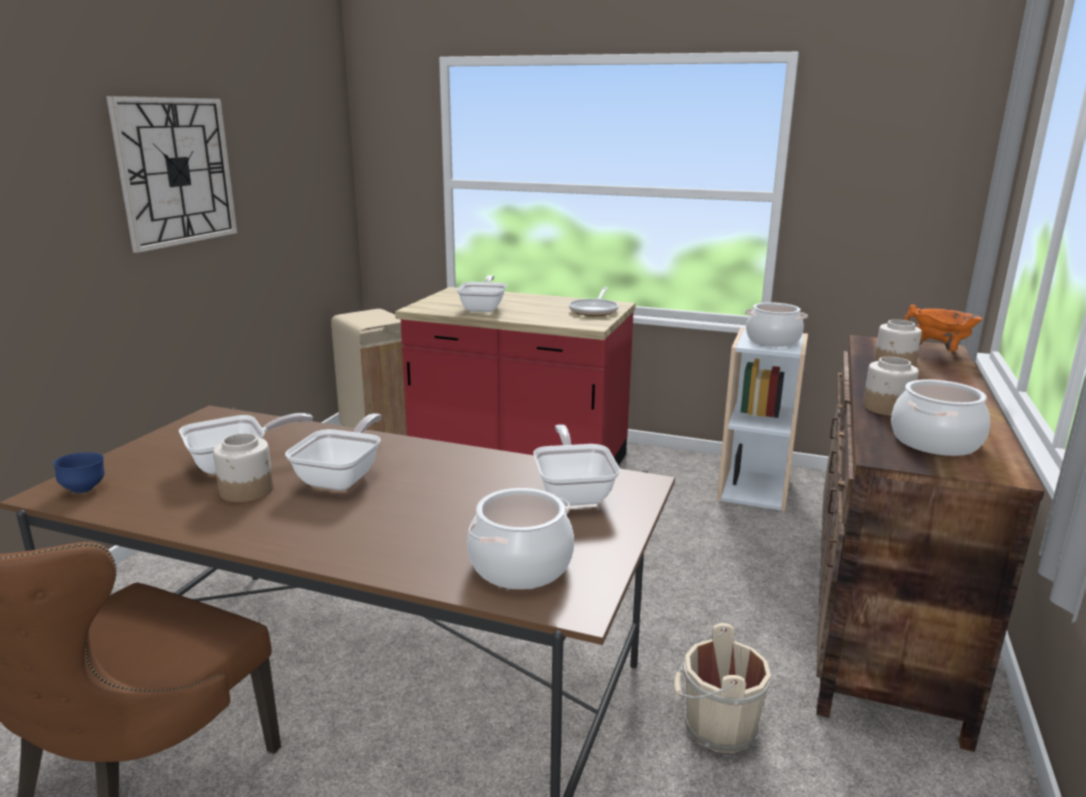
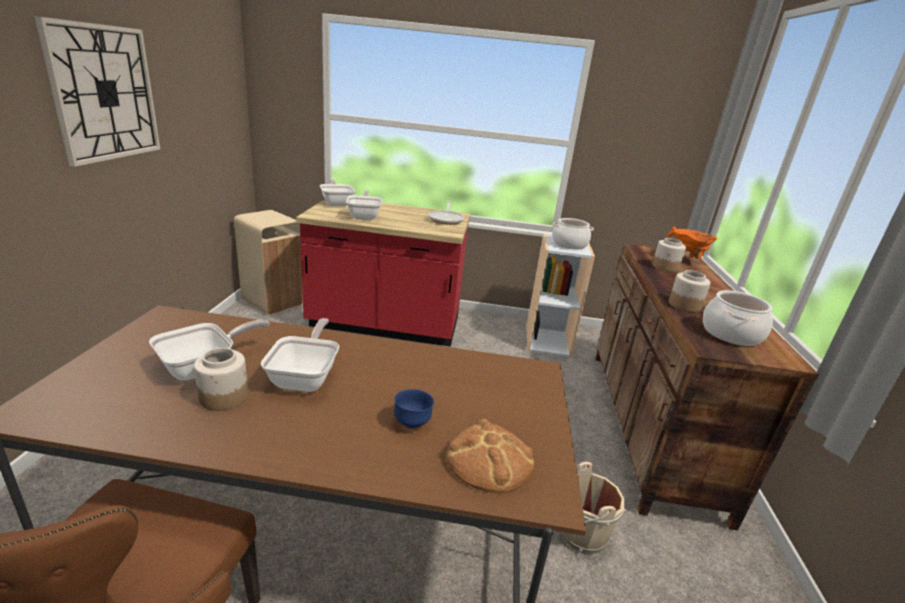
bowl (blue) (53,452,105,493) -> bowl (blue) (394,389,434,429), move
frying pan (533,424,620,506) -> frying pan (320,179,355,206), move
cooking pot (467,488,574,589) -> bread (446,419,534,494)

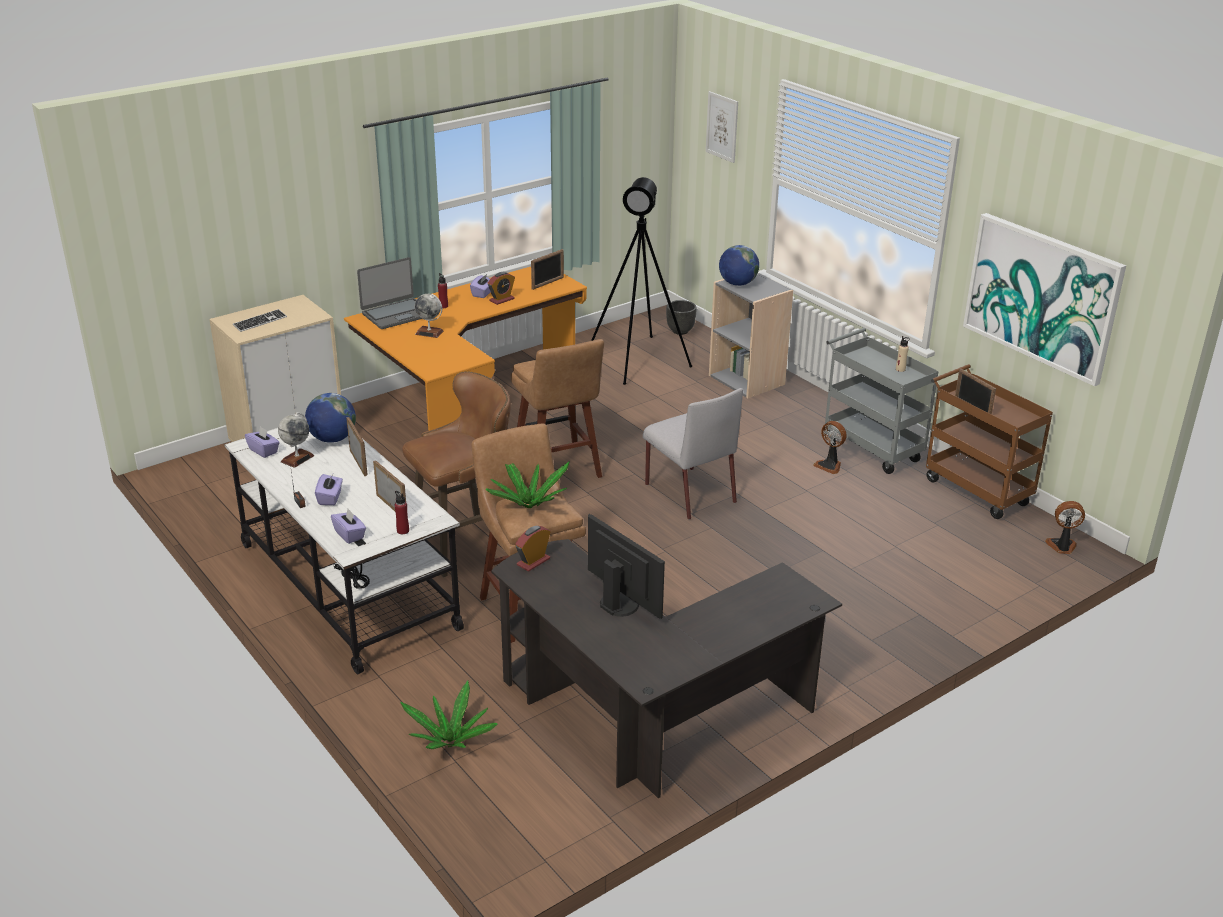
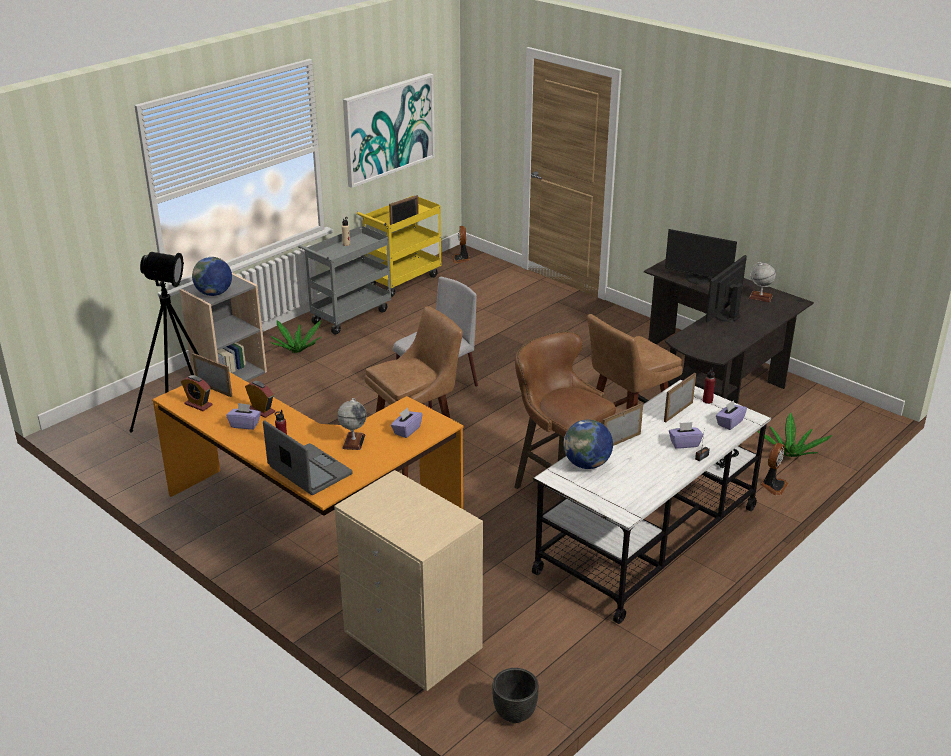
keyboard (233,309,287,332) -> none
picture (706,91,738,163) -> none
none -> monitor (665,229,737,284)
tissue box (purple) (245,426,280,458) -> tissue box (purple) (391,407,423,438), move
globe (278,412,314,468) -> globe (749,262,776,302), move
potted plant (485,462,569,508) -> potted plant (269,320,321,353), move
alarm clock (515,526,551,572) -> alarm clock (181,375,212,411), move
planter (black) (666,300,697,335) -> planter (black) (492,668,539,723), move
fan (813,421,847,474) -> fan (760,443,788,495), move
cart (brown) (926,364,1053,519) -> cart (yellow) (357,196,441,297)

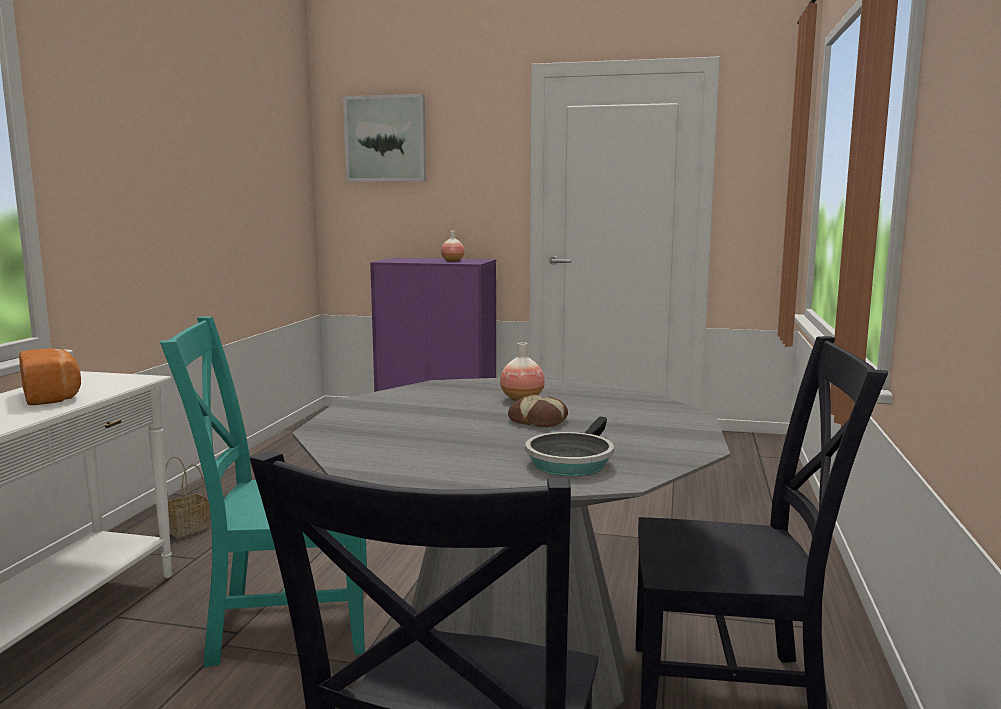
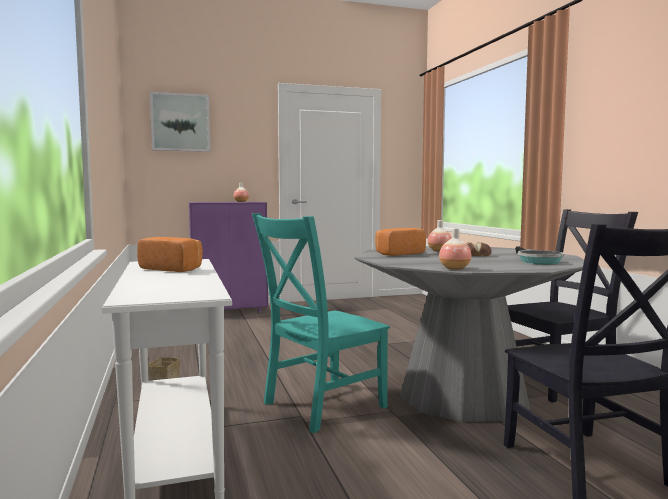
none -> bread (375,228,426,256)
none -> vase (439,228,471,270)

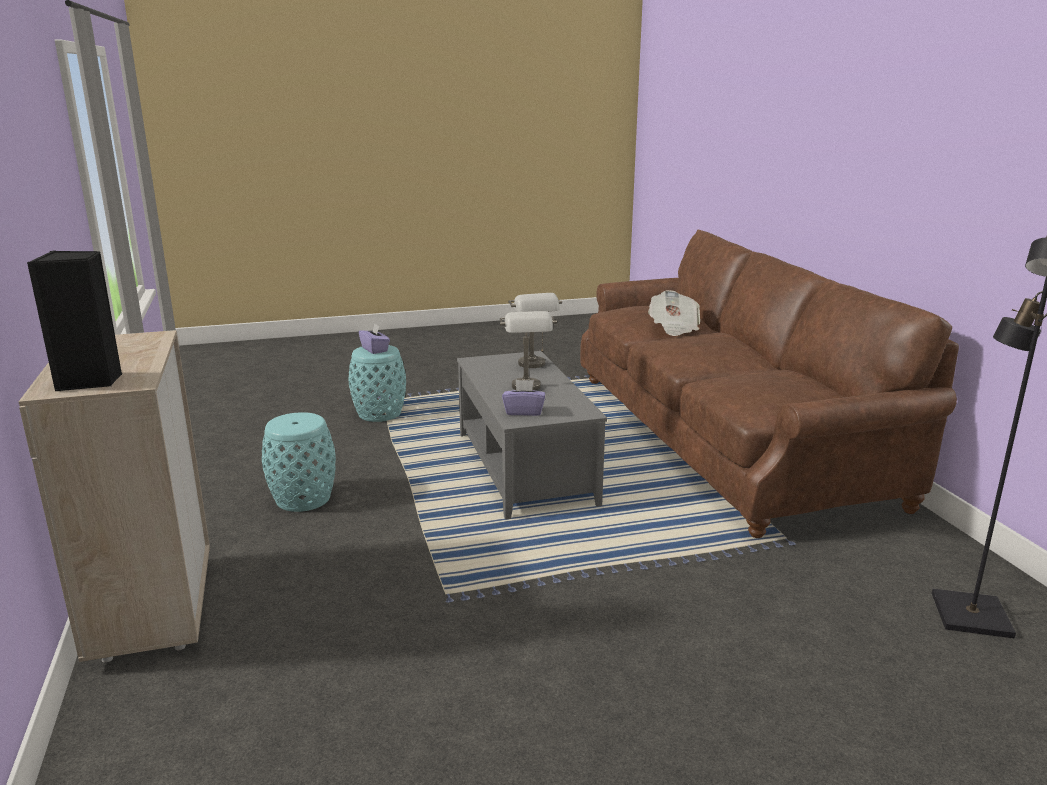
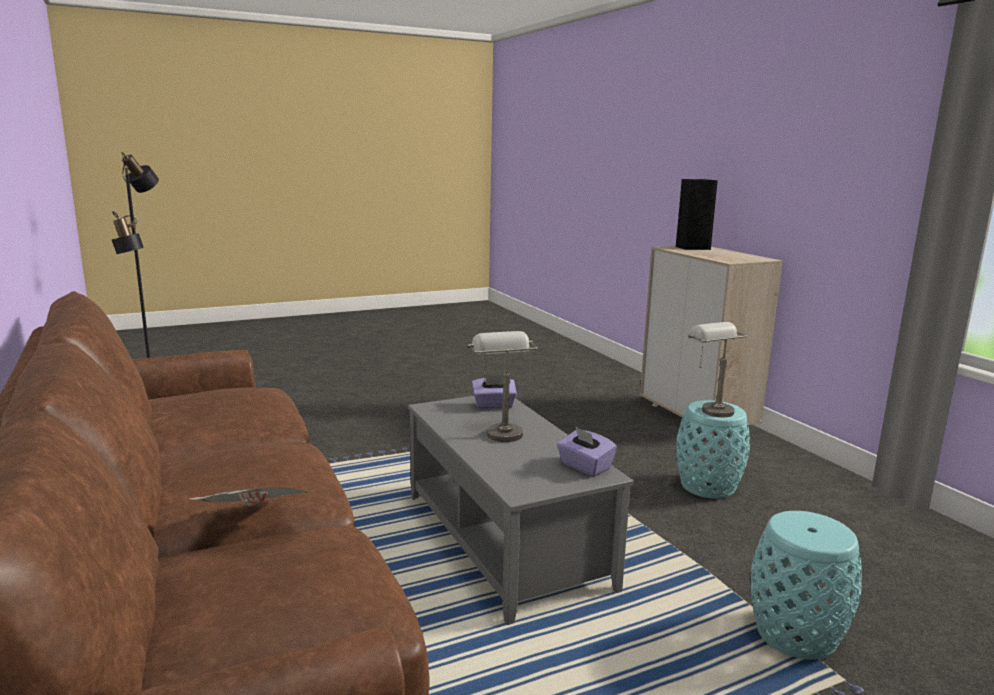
tissue box (purple) (359,324,390,354) -> tissue box (purple) (557,426,617,476), move
table lamp (grey) (508,293,562,368) -> table lamp (grey) (687,322,747,417), move

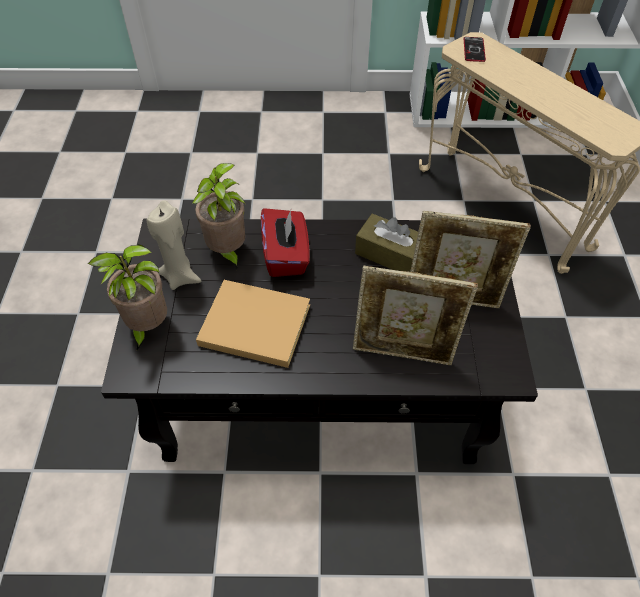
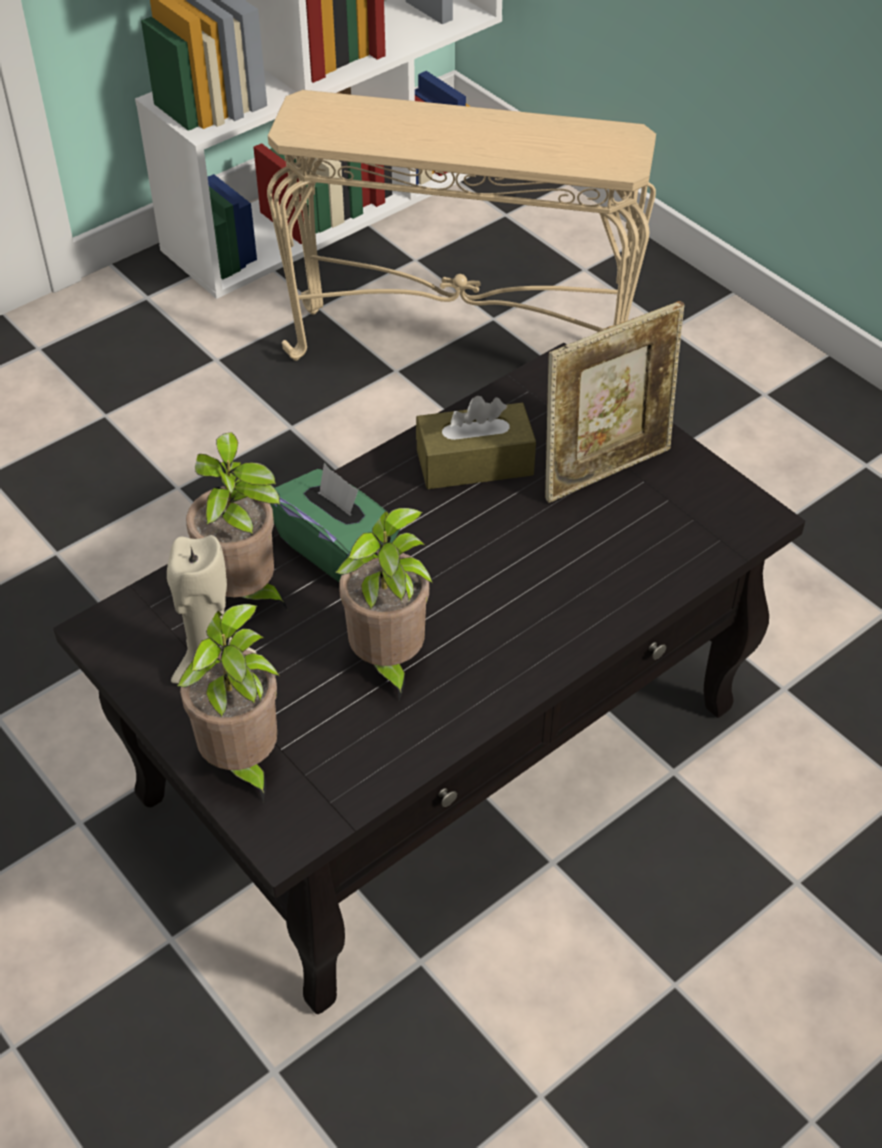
picture frame (353,265,478,365) -> none
phone (464,37,486,62) -> none
book (beige) (196,280,310,368) -> potted plant (336,508,433,700)
tissue box (red) (261,208,310,277) -> tissue box (green) (270,463,400,583)

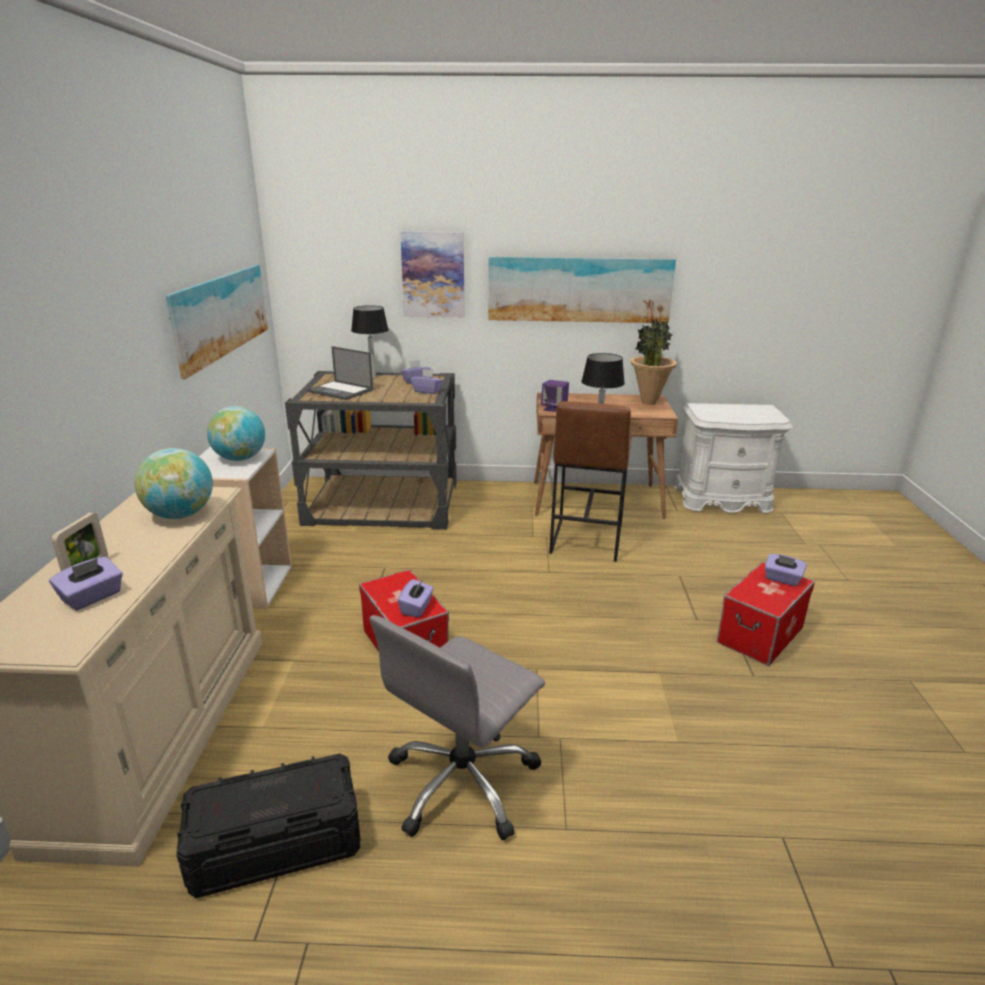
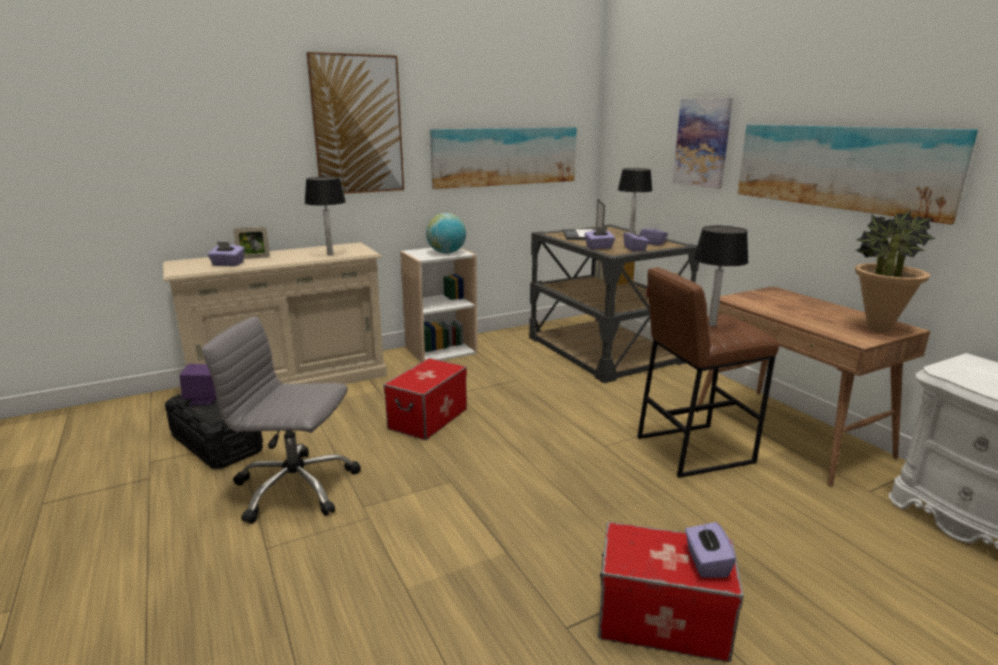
none -> picture (306,52,404,194)
tissue box (purple) (398,579,434,617) -> tissue box (purple) (585,227,615,249), move
speaker (purple) (541,380,569,412) -> speaker (purple) (180,364,217,406), move
globe (135,448,213,519) -> table lamp (304,177,346,255)

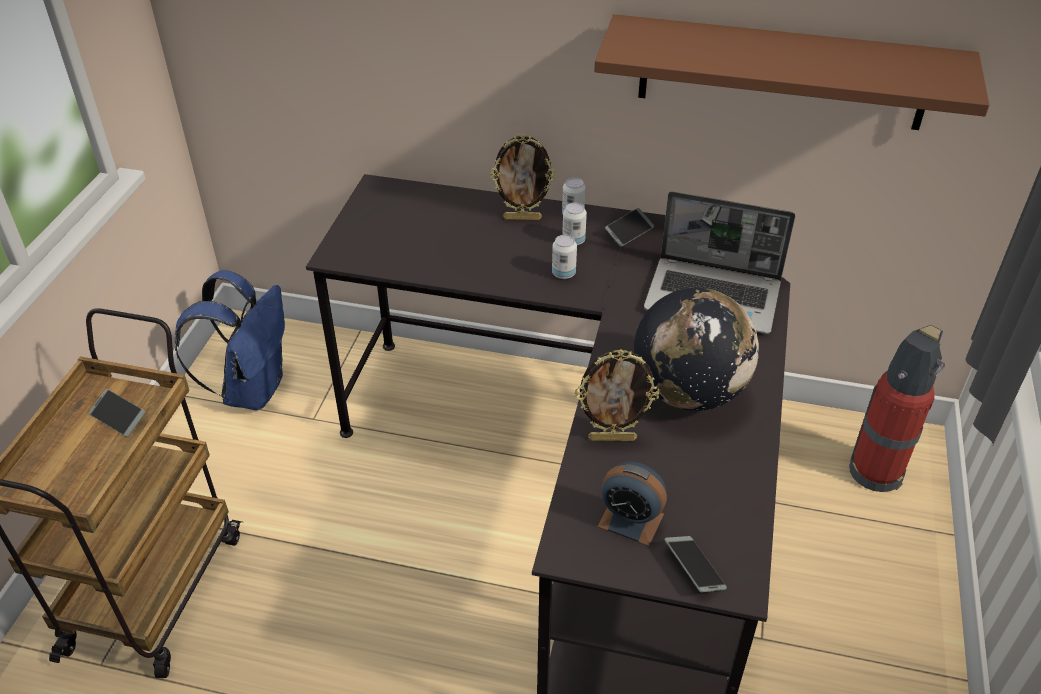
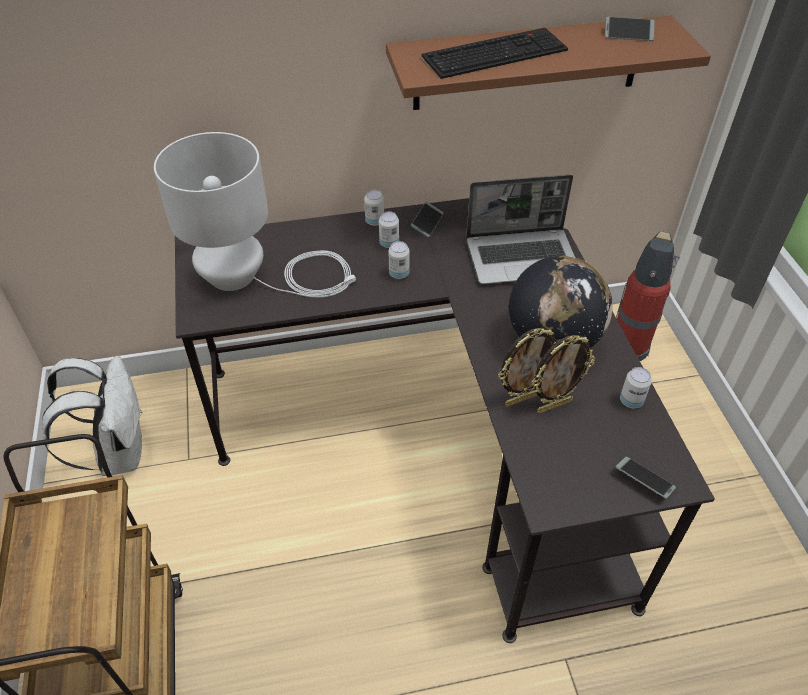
alarm clock (597,462,667,546) -> none
none -> table lamp (grey) (154,132,356,297)
none -> keyboard (421,28,568,79)
none -> can (620,367,652,408)
phone (88,389,145,437) -> phone (605,17,655,41), move
picture frame (490,134,556,220) -> picture frame (532,335,595,414), move
backpack (blue) (175,270,285,410) -> backpack (white) (42,356,143,476)

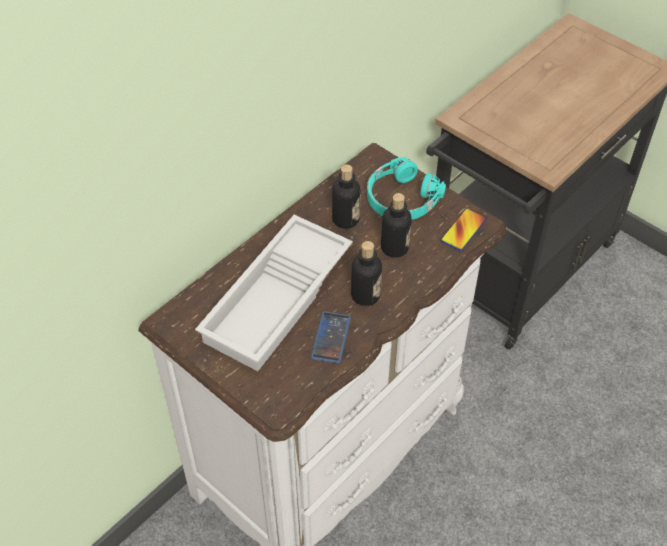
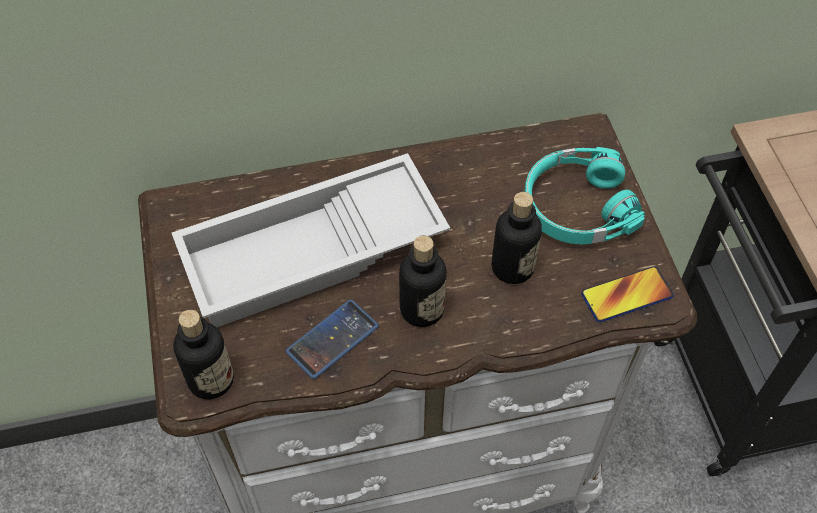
bottle (332,164,361,229) -> bottle (173,310,234,399), move

